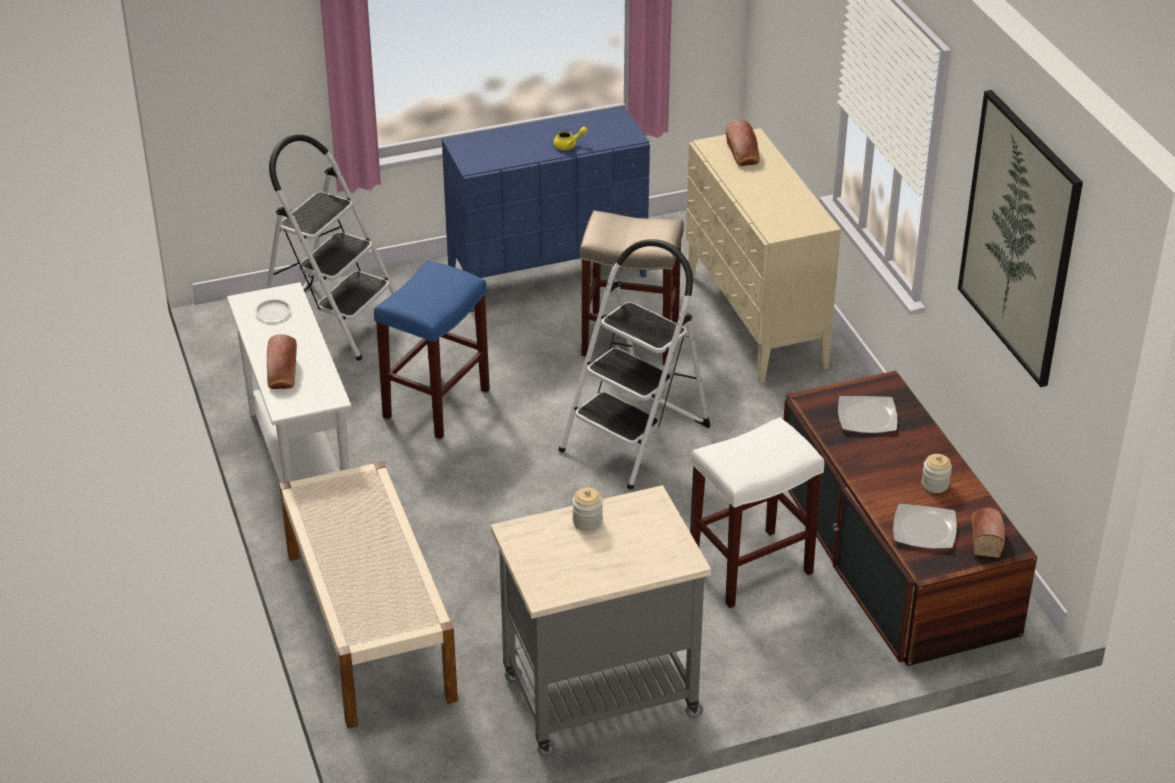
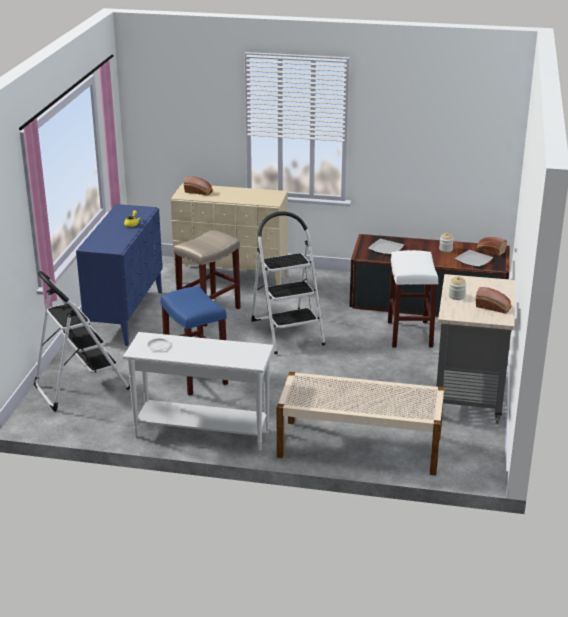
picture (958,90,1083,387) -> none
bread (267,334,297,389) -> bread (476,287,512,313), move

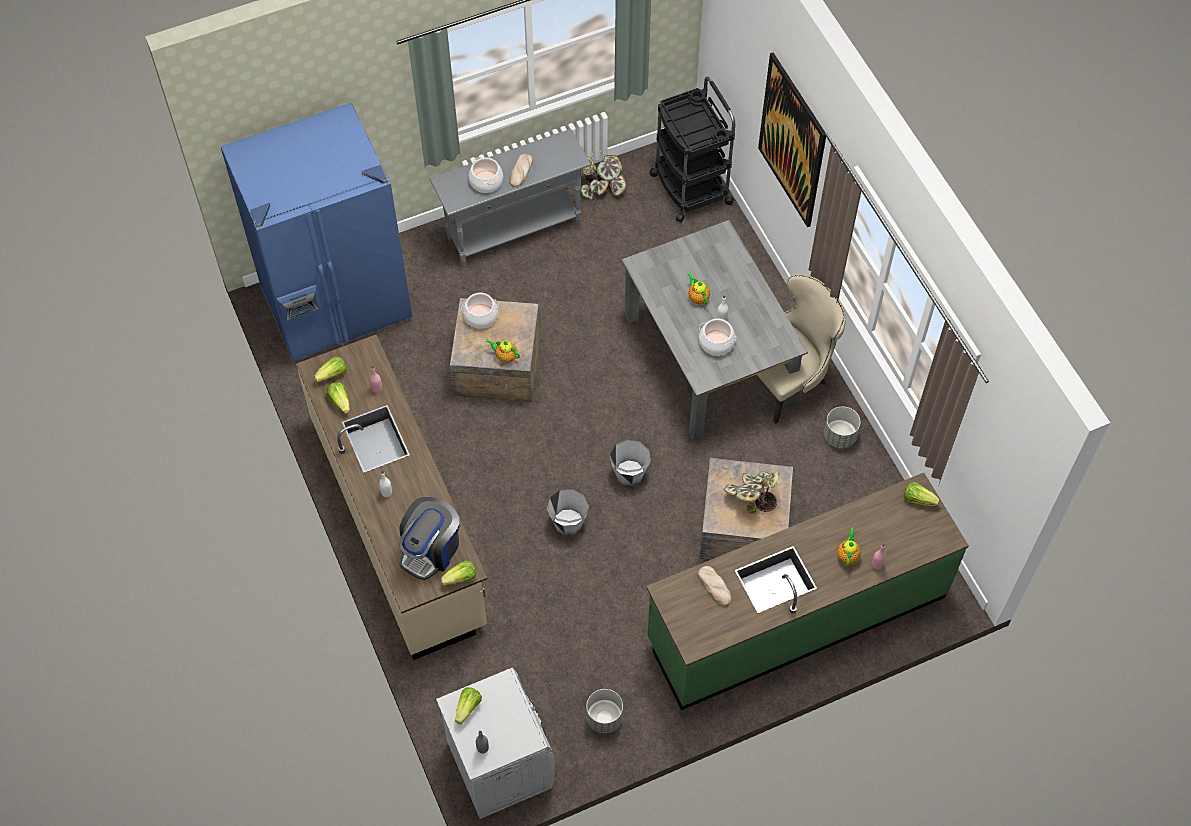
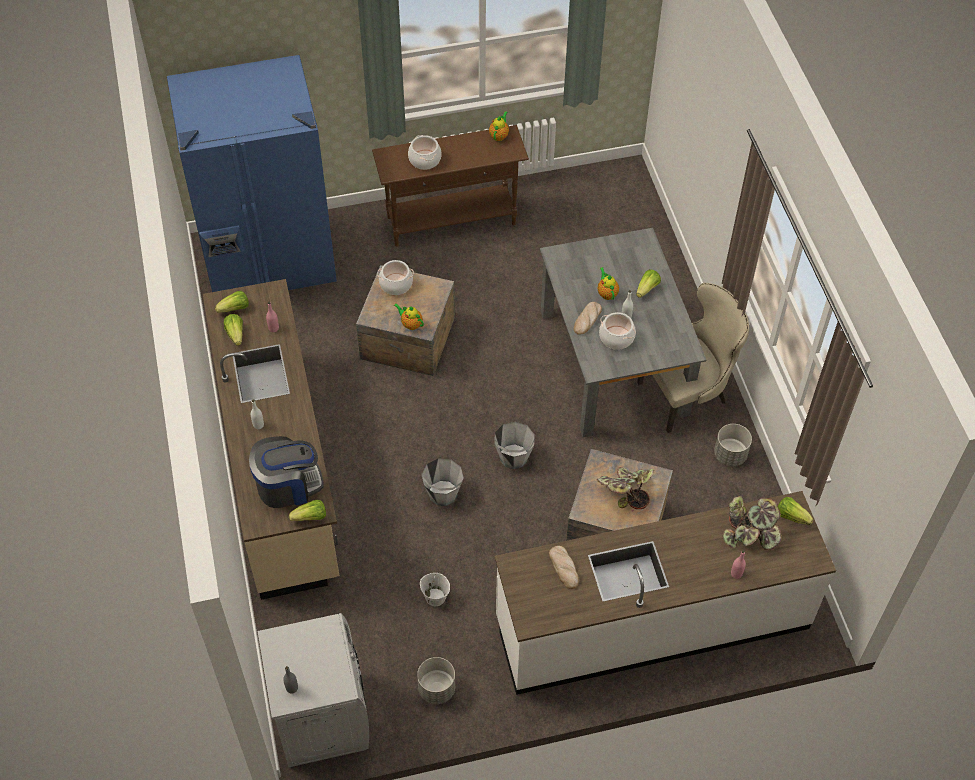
cart (black) (649,77,735,222) -> none
picture (758,53,826,227) -> none
none -> bucket (white) (420,572,450,606)
lettuce (455,687,482,724) -> lettuce (636,270,661,298), move
bread (509,154,533,187) -> bread (574,302,602,335), move
potted plant (580,155,626,199) -> potted plant (722,496,782,550), move
teapot (837,527,861,567) -> teapot (489,111,509,141), move
console table (grey) (429,129,591,268) -> console table (brown) (372,125,529,246)
counter (green) (646,473,969,710) -> counter (white) (495,491,836,695)
coffee machine (399,497,459,580) -> coffee machine (249,436,324,508), 150 degrees counterclockwise

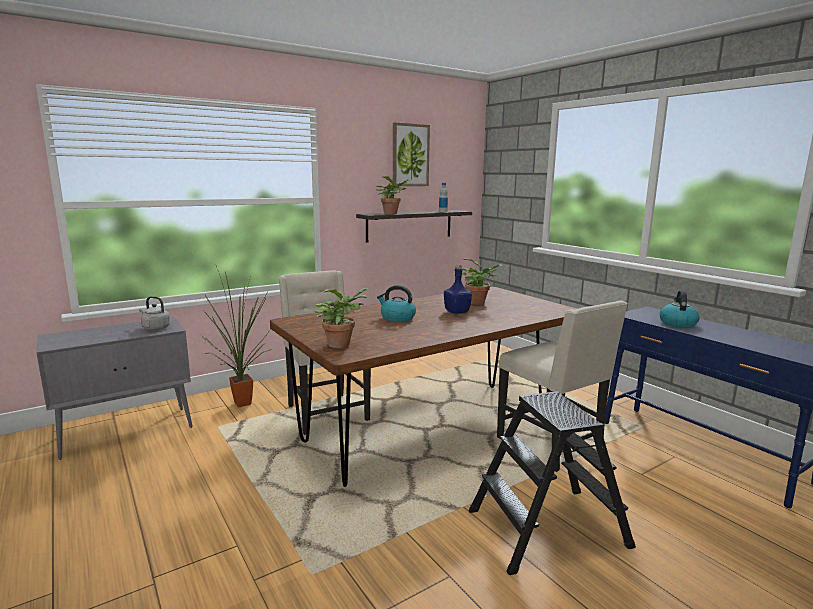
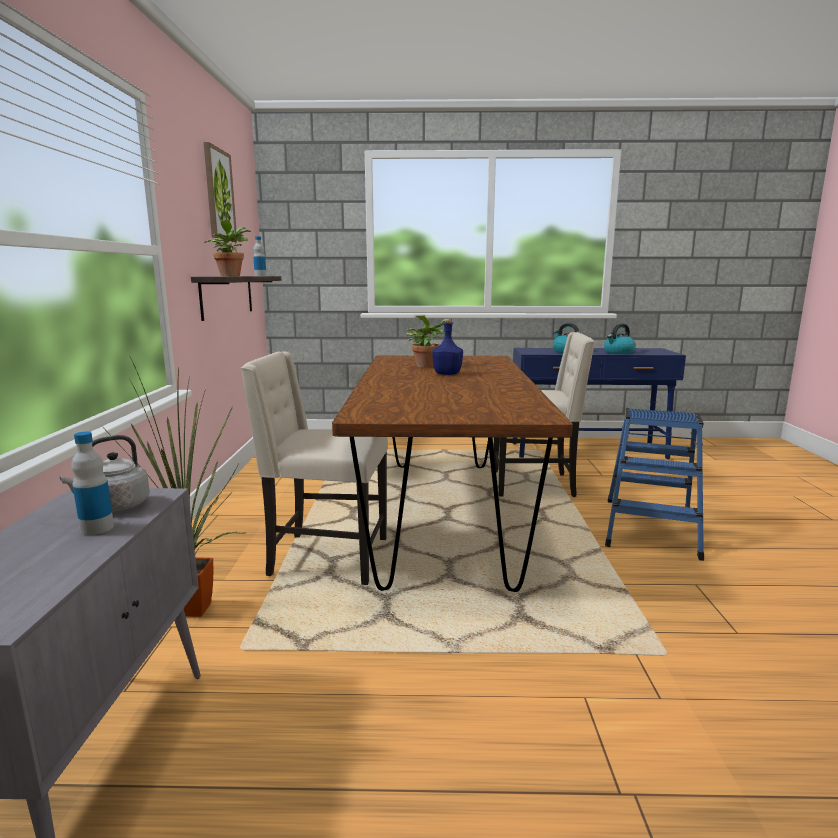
potted plant (314,288,370,348) -> none
none -> bottle (71,431,114,535)
kettle (377,285,416,322) -> kettle (604,324,636,354), move
step ladder (black) (469,391,636,575) -> step ladder (blue) (605,408,704,561)

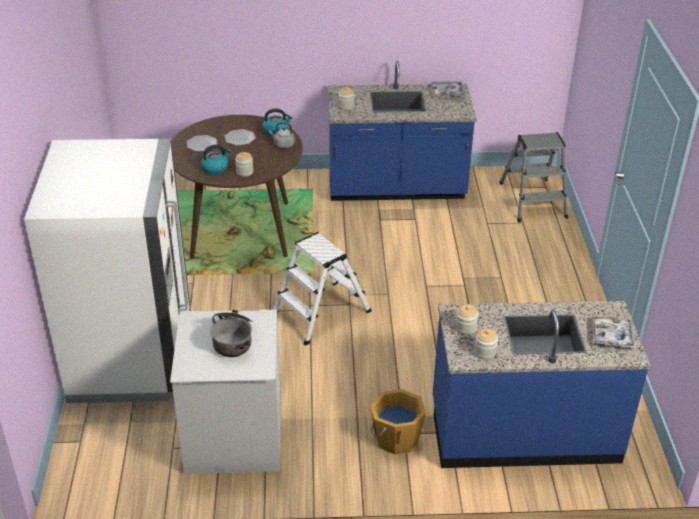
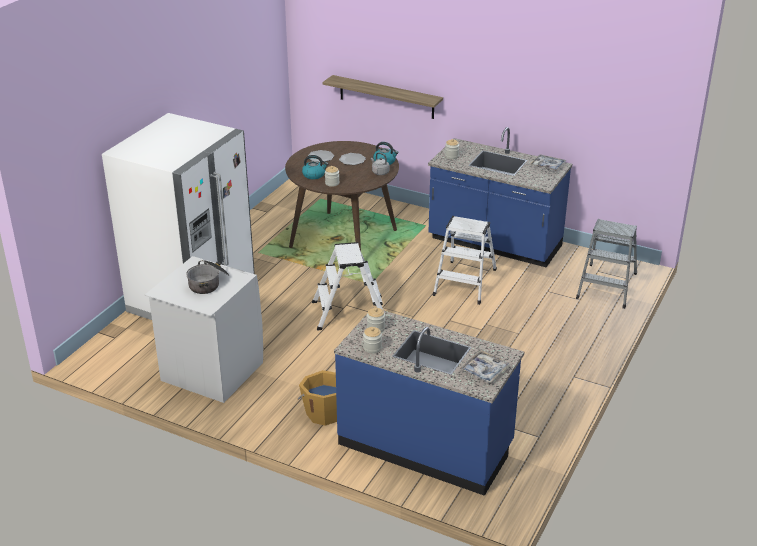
none -> shelf (322,75,443,119)
none -> step ladder (white) (433,216,497,305)

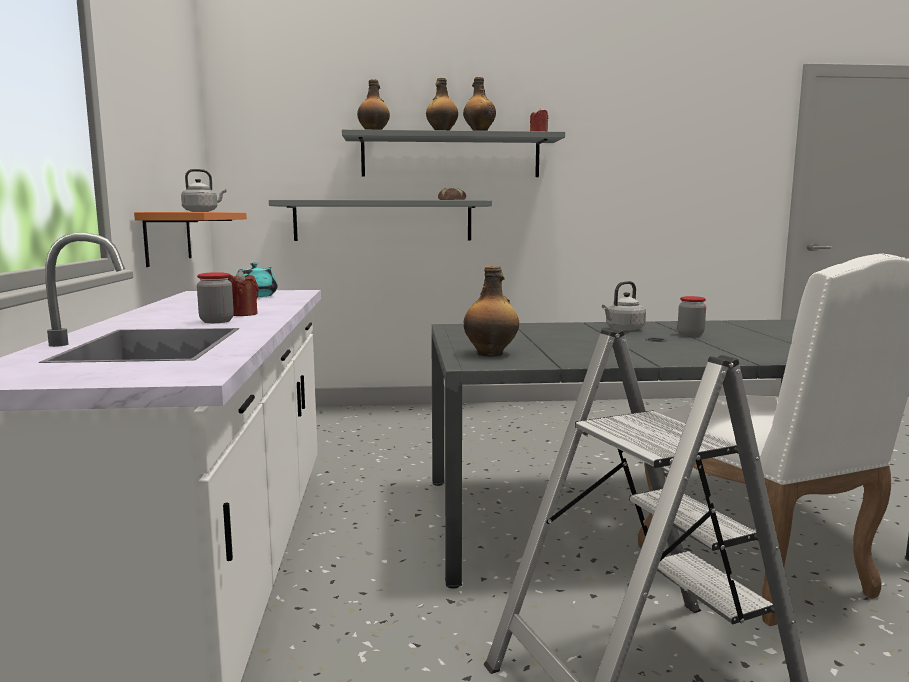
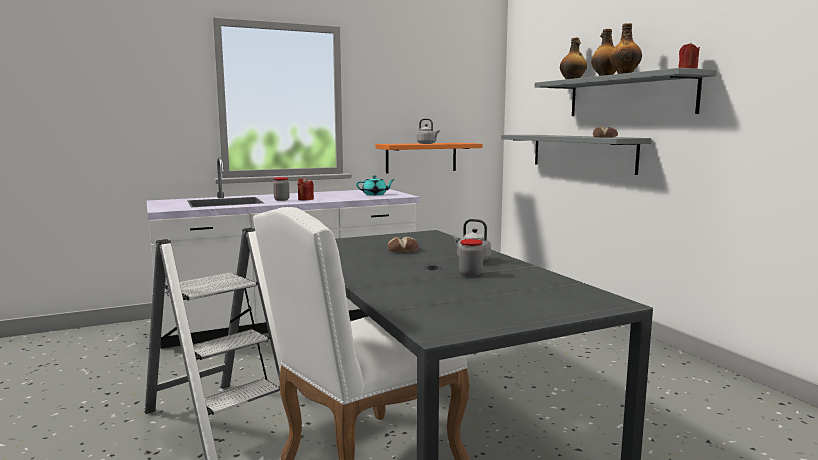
bottle (463,266,519,357) -> none
none -> bread (388,236,418,252)

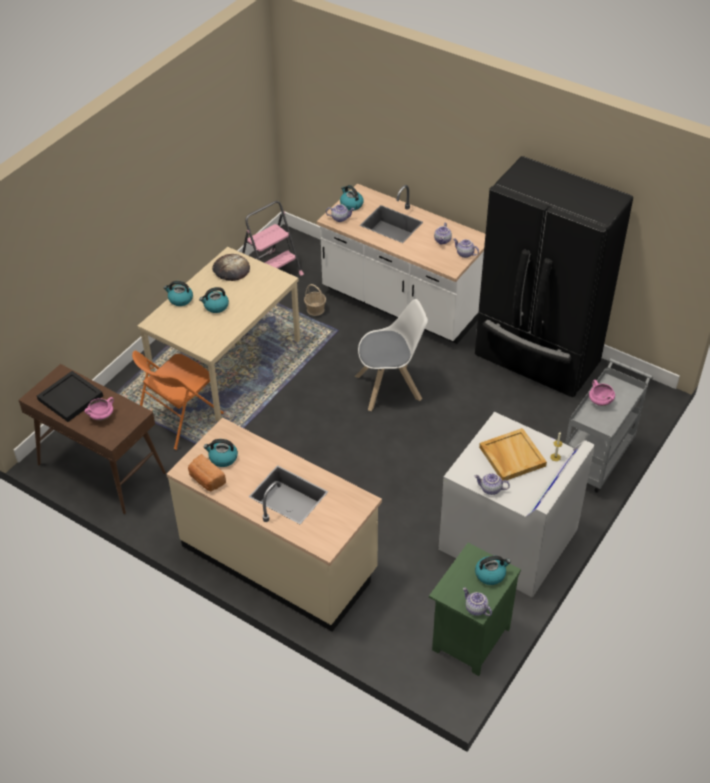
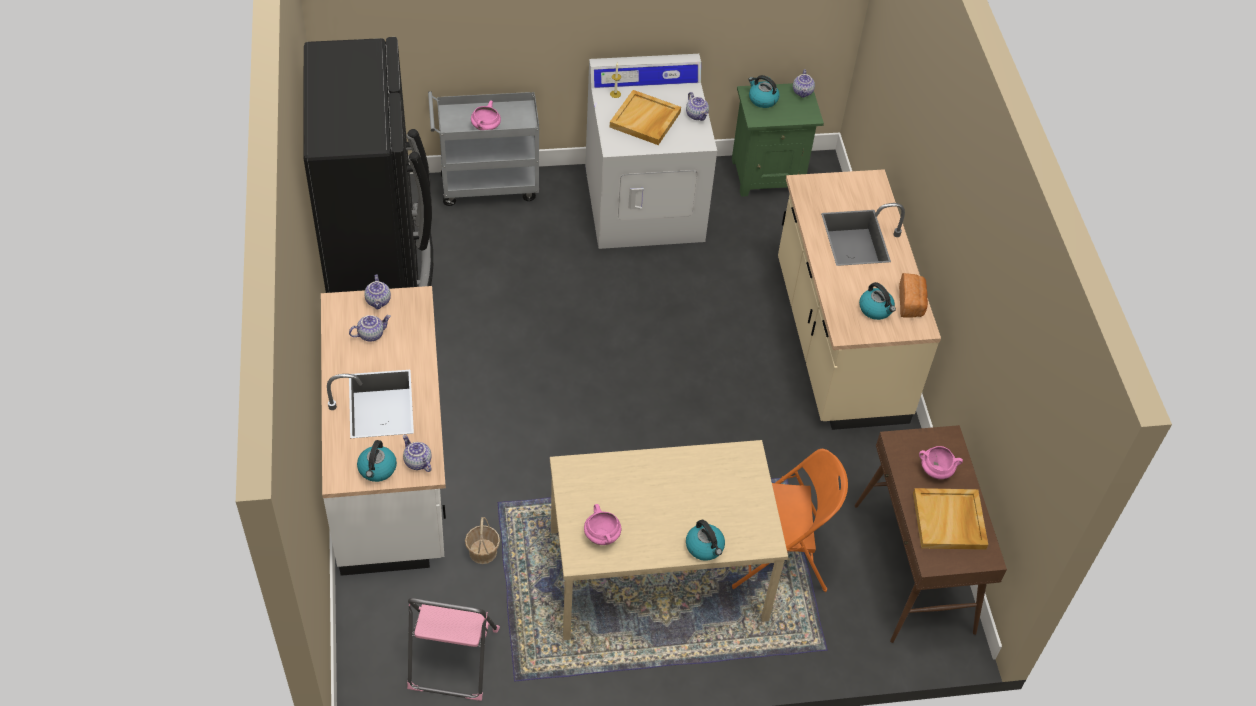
kettle (199,287,229,313) -> none
chair (355,299,428,411) -> none
bread (212,254,250,281) -> cooking pot (pink) (584,504,621,545)
tray (black) (37,371,103,422) -> tray (beige) (913,488,988,550)

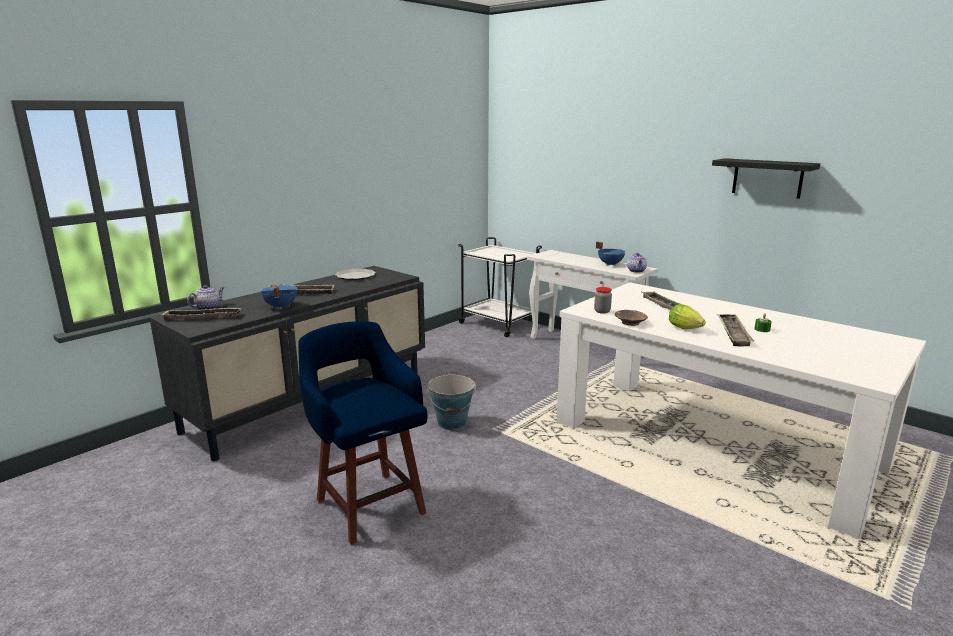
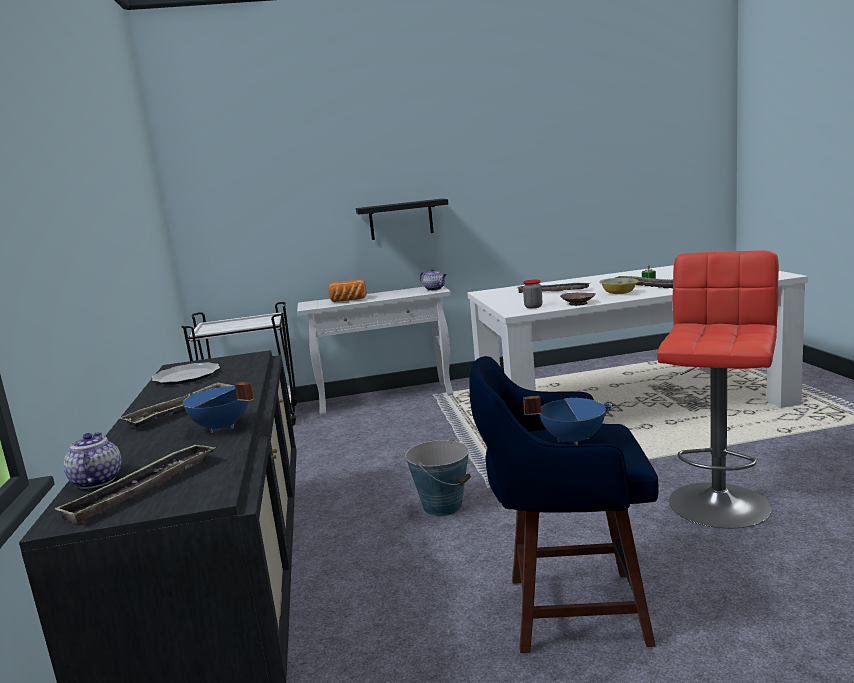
none -> bread (328,279,366,302)
none -> stool (red) (657,251,779,528)
cooking pot (blue) (596,242,625,266) -> cooking pot (blue) (523,396,613,445), move
shelf (black) (712,158,820,199) -> shelf (black) (356,199,448,240), move
lettuce (669,304,706,329) -> bowl (599,278,639,294)

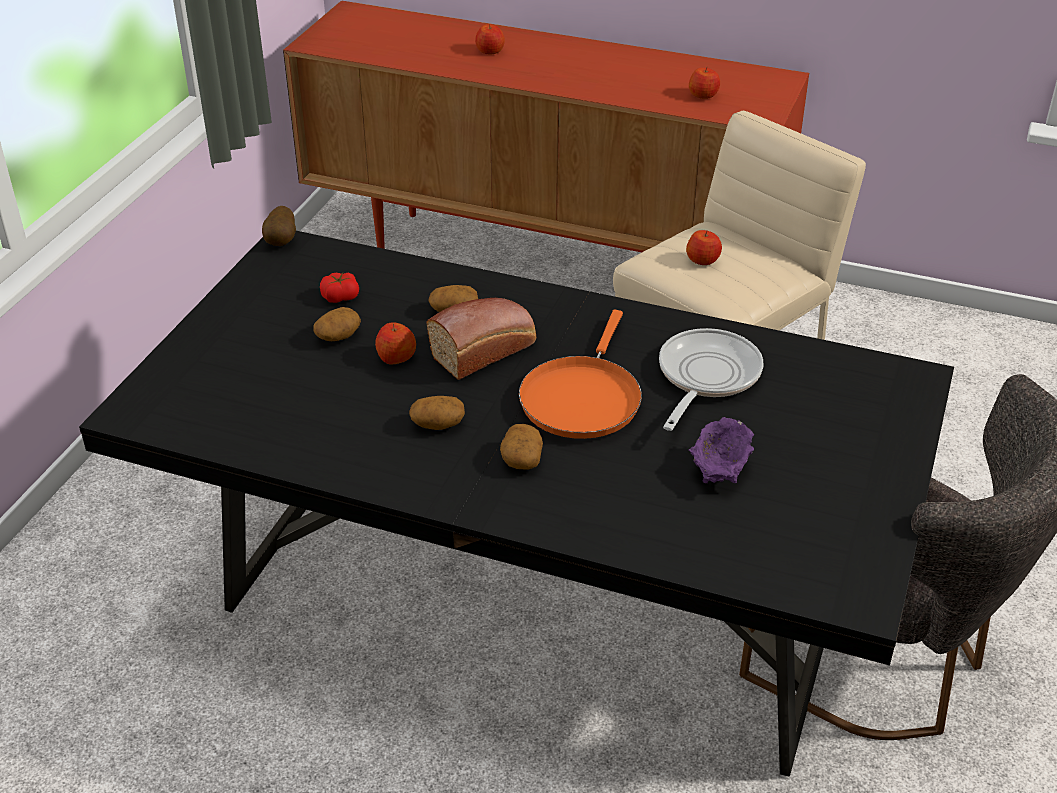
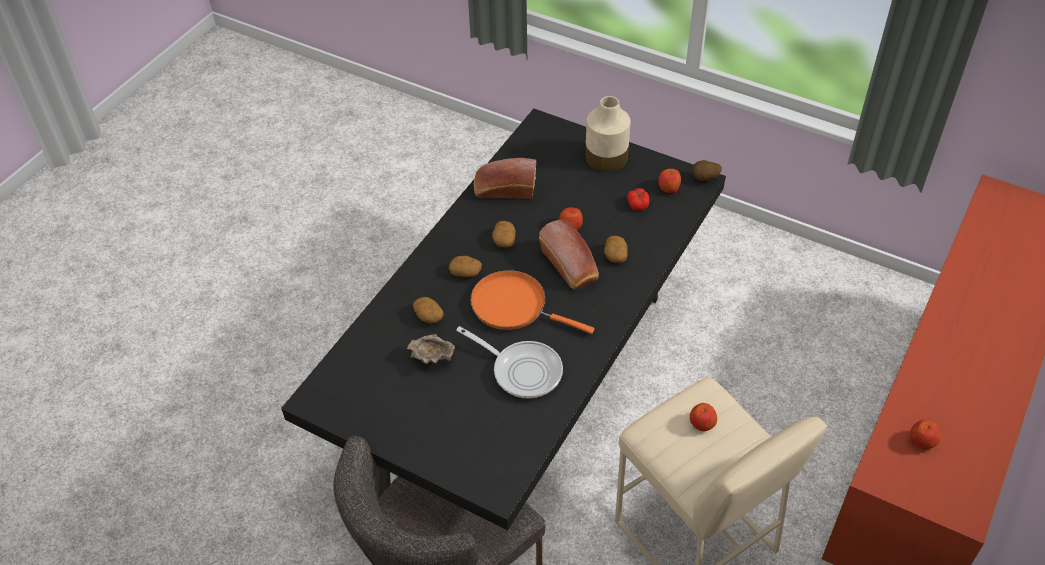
none -> bread (474,158,536,199)
none -> vase (beige) (585,96,631,172)
potato (313,307,361,341) -> potato (413,297,444,324), move
apple (475,24,505,54) -> apple (658,169,681,193), move
bowl (purple) (689,417,754,483) -> bowl (beige) (407,334,455,364)

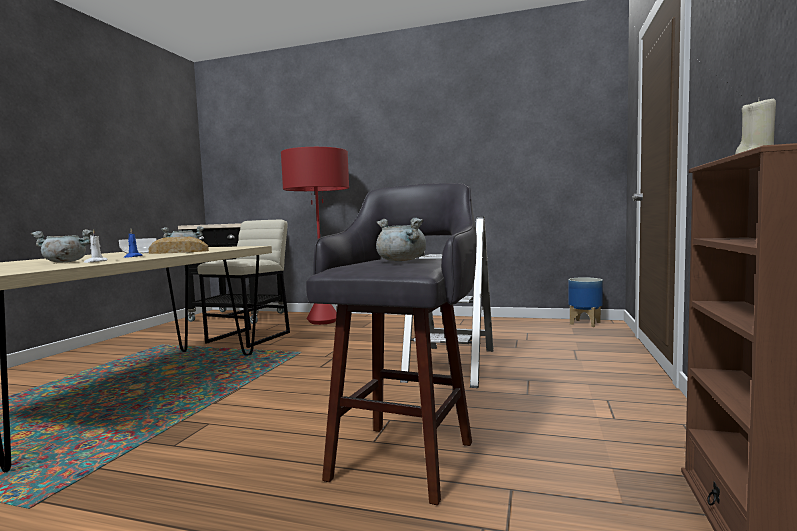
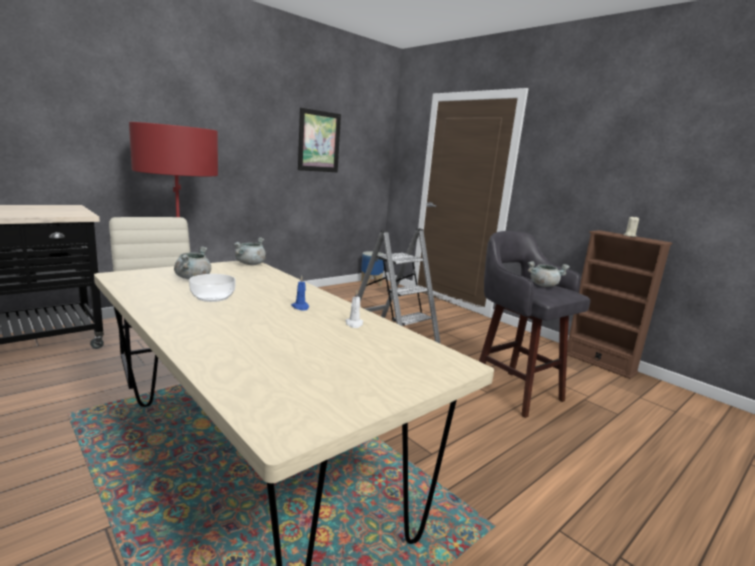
bread (148,237,209,254) -> none
none -> picture (298,108,341,172)
cooking pot (grey) (31,229,93,263) -> cooking pot (grey) (233,237,266,265), move

